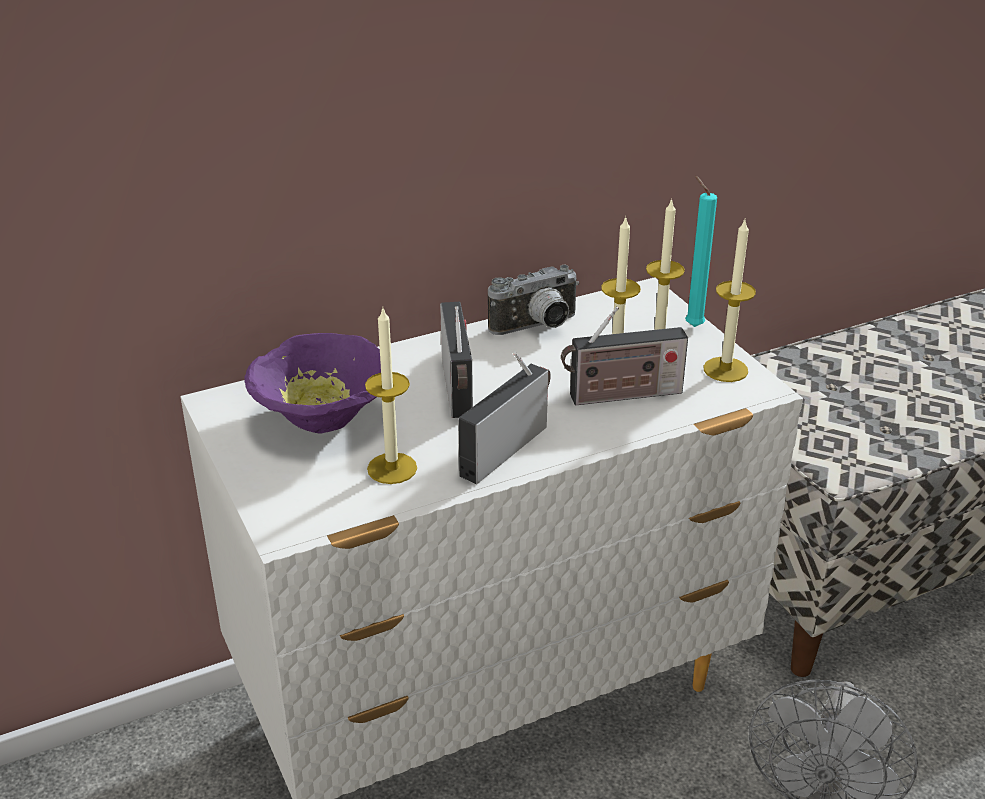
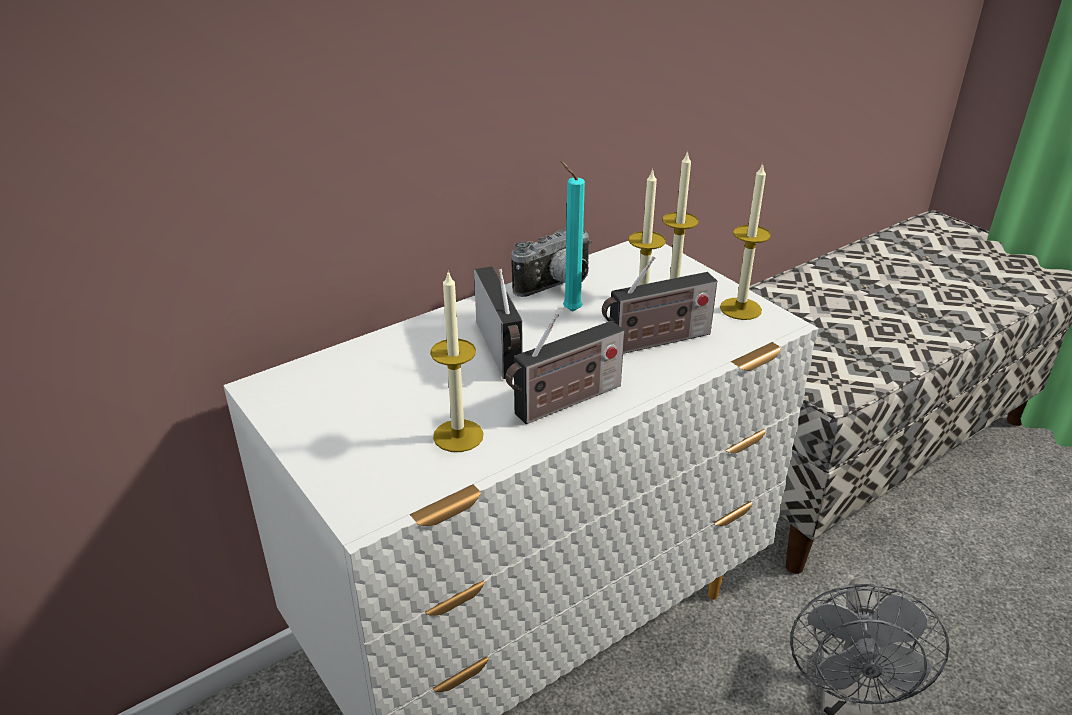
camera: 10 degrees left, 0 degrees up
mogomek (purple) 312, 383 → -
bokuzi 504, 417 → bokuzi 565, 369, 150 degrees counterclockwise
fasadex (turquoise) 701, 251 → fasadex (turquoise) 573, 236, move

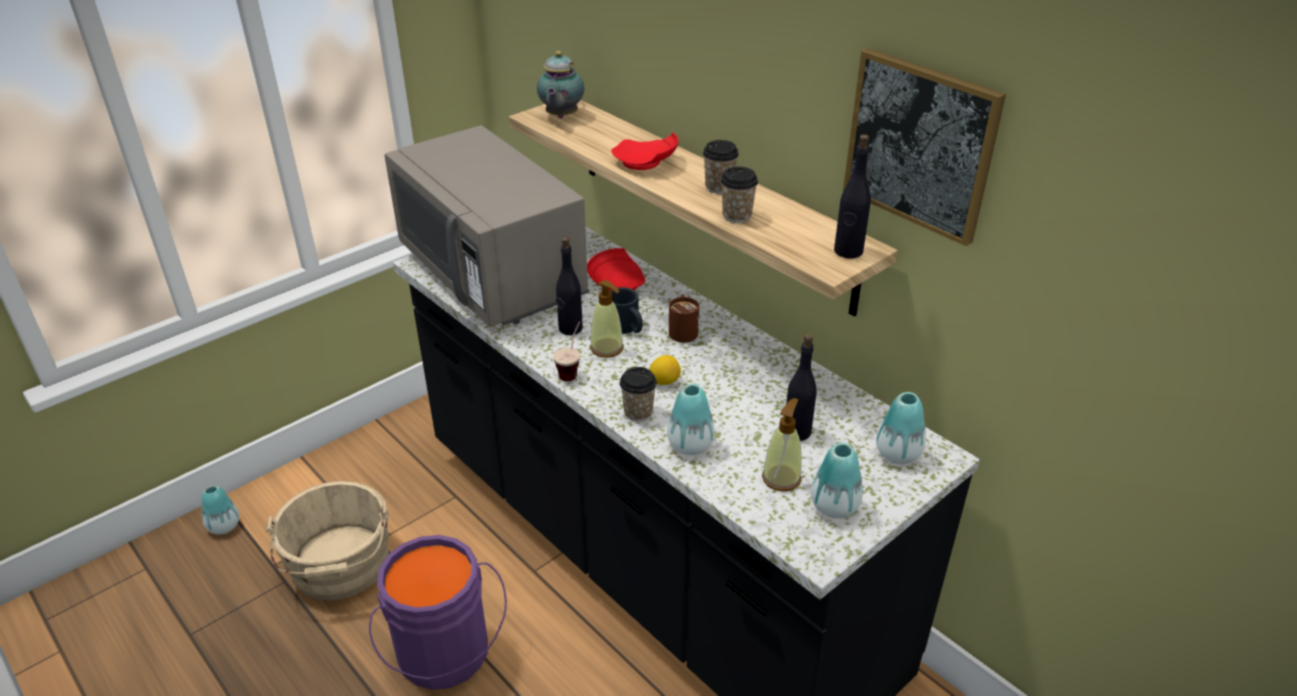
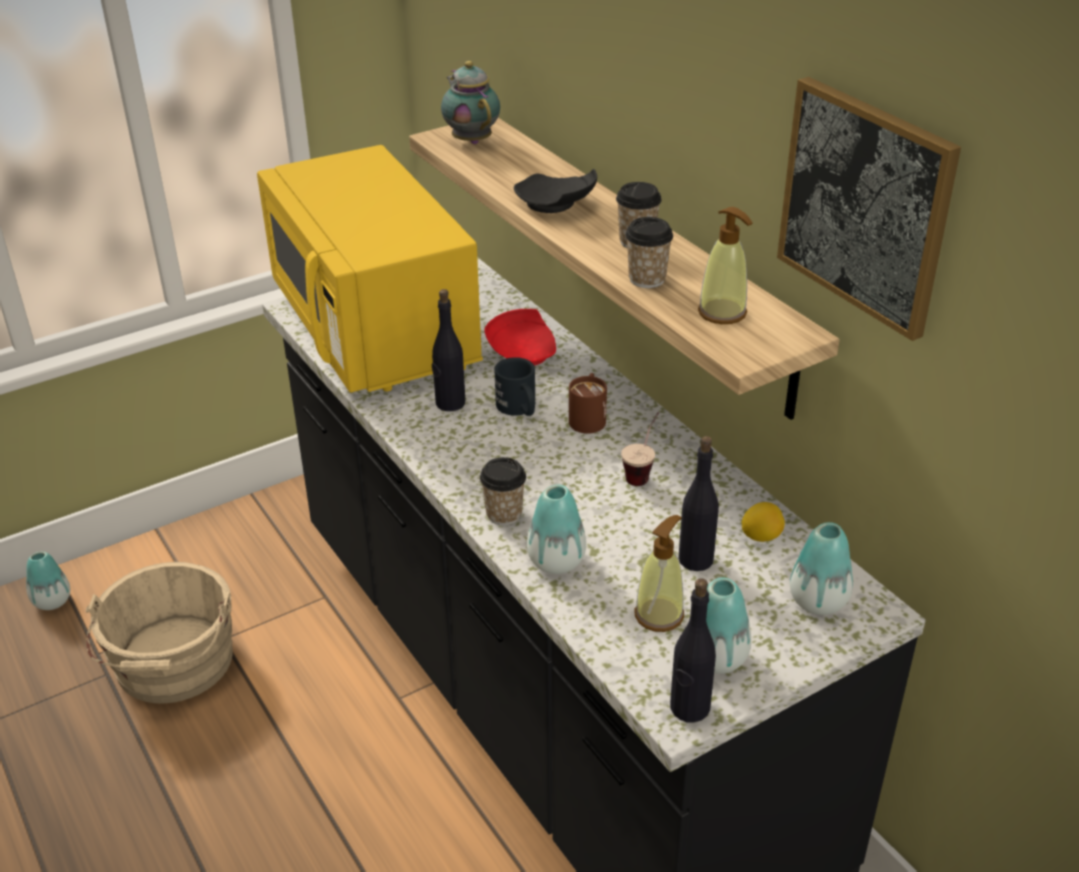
camera: 10 degrees right, 0 degrees up
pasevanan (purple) 438, 612 → -
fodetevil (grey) 487, 226 → fodetevil (yellow) 370, 269
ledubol 560, 84 → ledubol 470, 102, 135 degrees clockwise
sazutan 566, 351 → sazutan 640, 449, move
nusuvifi 607, 319 → nusuvifi 725, 265, move
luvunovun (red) 644, 151 → luvunovun (black) 555, 191
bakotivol 665, 370 → bakotivol 763, 522, move
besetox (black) 852, 196 → besetox (black) 693, 650, move

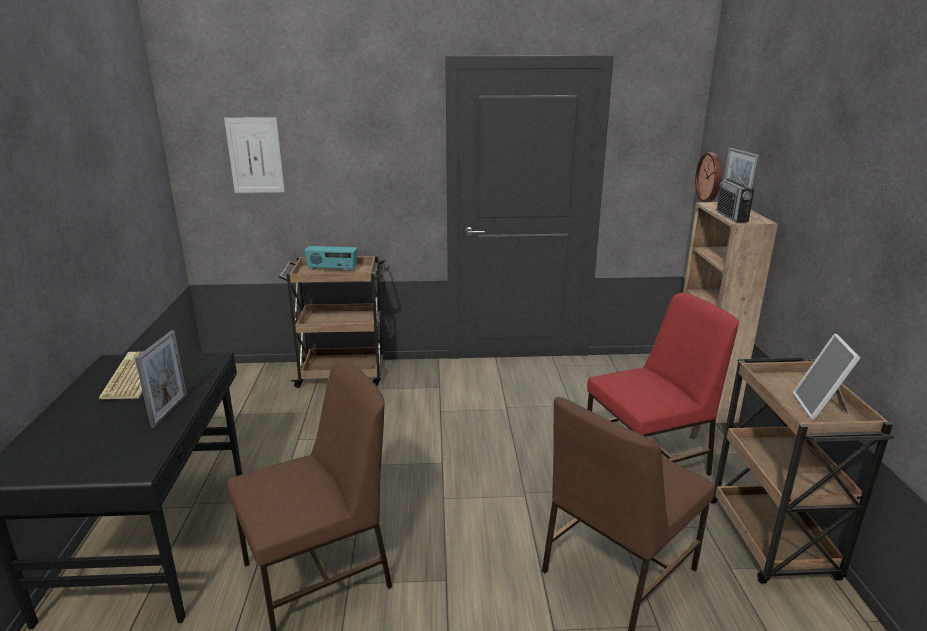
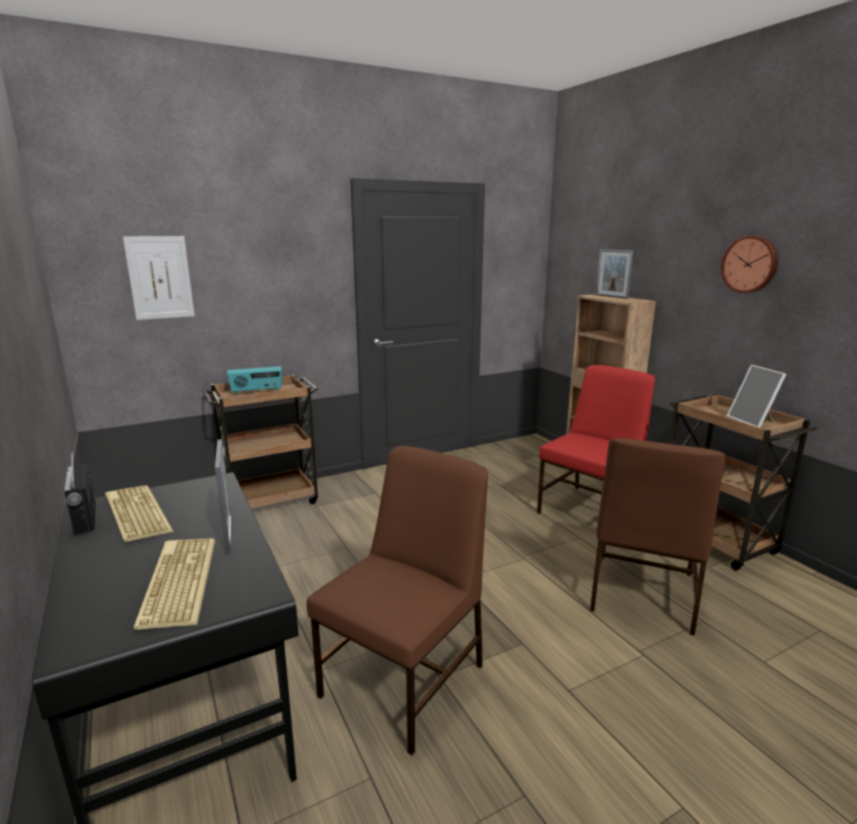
camera: 25 degrees left, 5 degrees down
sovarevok 708, 177 → sovarevok 749, 264, move
bokuzi 735, 194 → bokuzi 79, 492, move
- → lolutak 174, 584

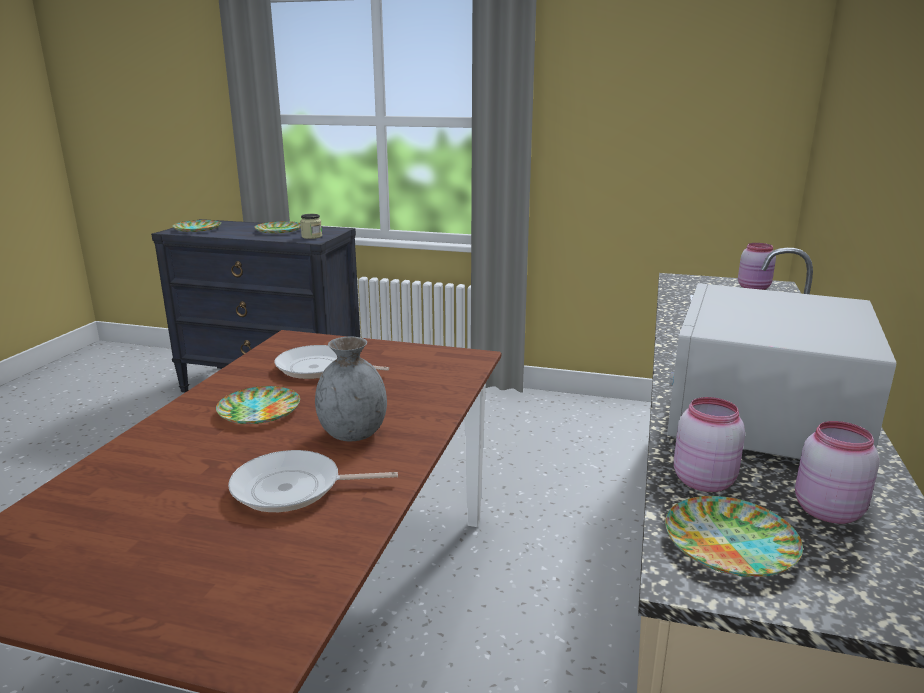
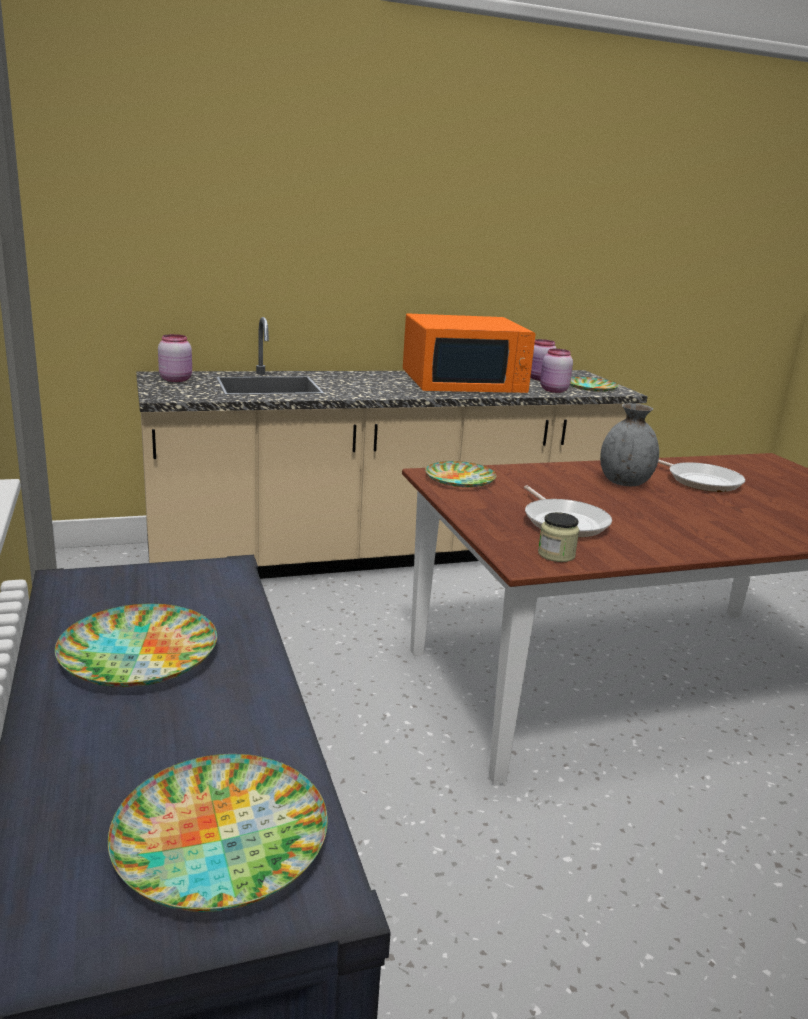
camera: 125 degrees left, 0 degrees up
luvunovun 258, 405 → luvunovun 461, 474, move
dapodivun 311, 226 → dapodivun 558, 537, move
fodetevil (white) 781, 371 → fodetevil (orange) 469, 353

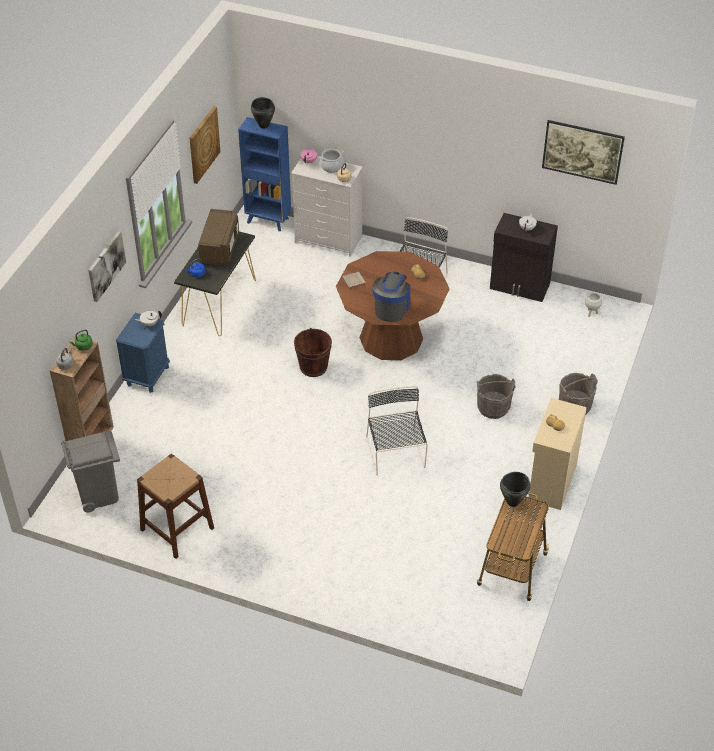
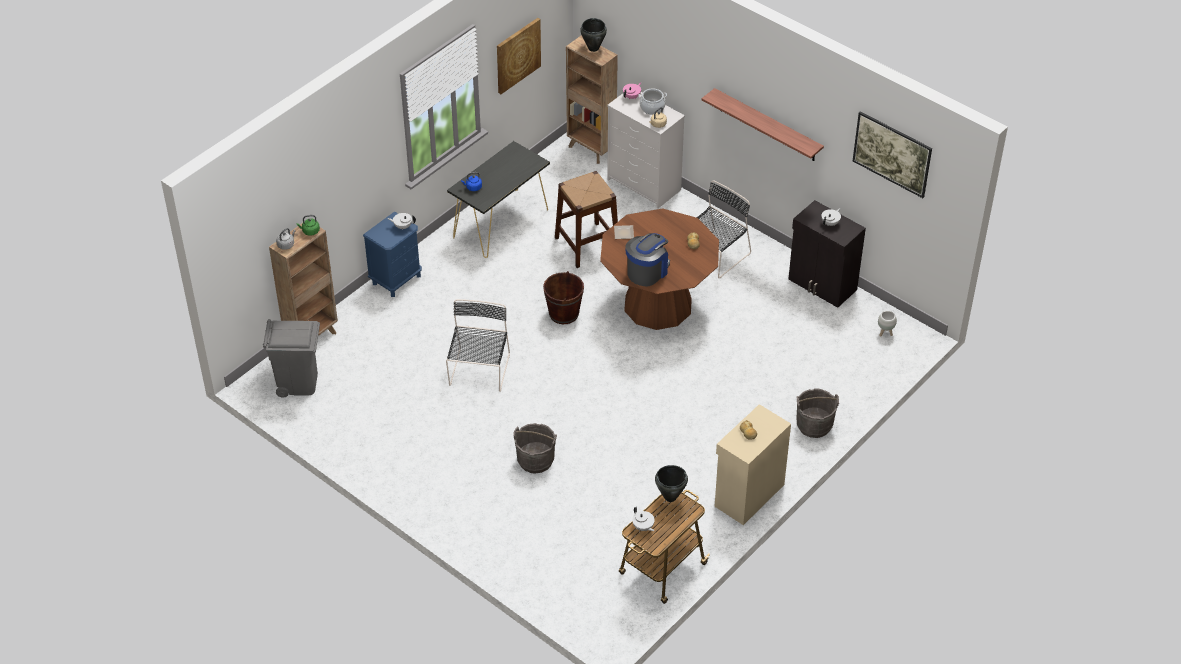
camera: 20 degrees right, 0 degrees up
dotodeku 107, 266 → -
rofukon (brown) 175, 506 → rofukon (brown) 586, 219, move
fodetevil (brown) 218, 237 → -
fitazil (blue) 264, 174 → fitazil (brown) 592, 99
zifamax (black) 397, 430 → zifamax (black) 478, 345, move
pasevanan (grey) 496, 396 → pasevanan (grey) 535, 448, move
- → ledubol (white) 643, 519
- → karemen 763, 124

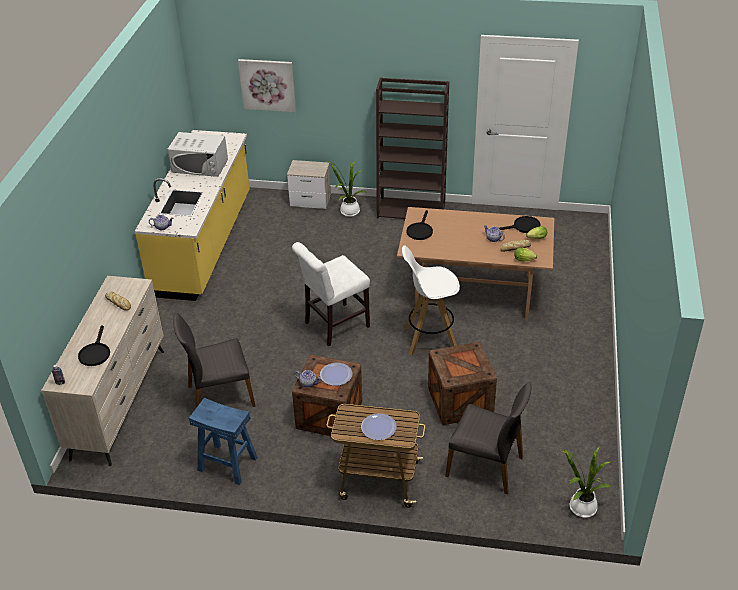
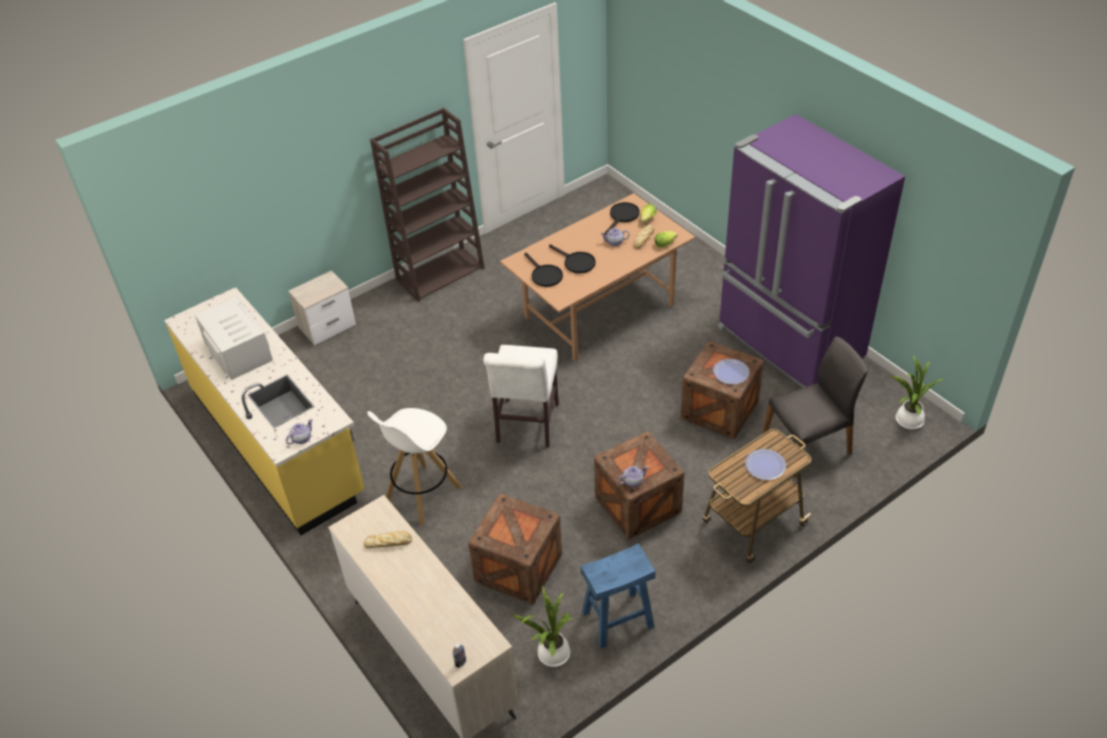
camera: 45 degrees left, 5 degrees up
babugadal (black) 94, 345 → babugadal (black) 572, 259, move
fodetevil (white) 198, 154 → fodetevil (white) 234, 338, 90 degrees counterclockwise
zifamax (grey) 214, 360 → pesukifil 515, 548
dotodeku 267, 85 → -
luvunovun 336, 374 → luvunovun 731, 371, move
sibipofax 348, 189 → sibipofax 542, 626, move
rofukon (white) 431, 300 → rofukon (white) 414, 466, move
- → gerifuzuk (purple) 811, 251

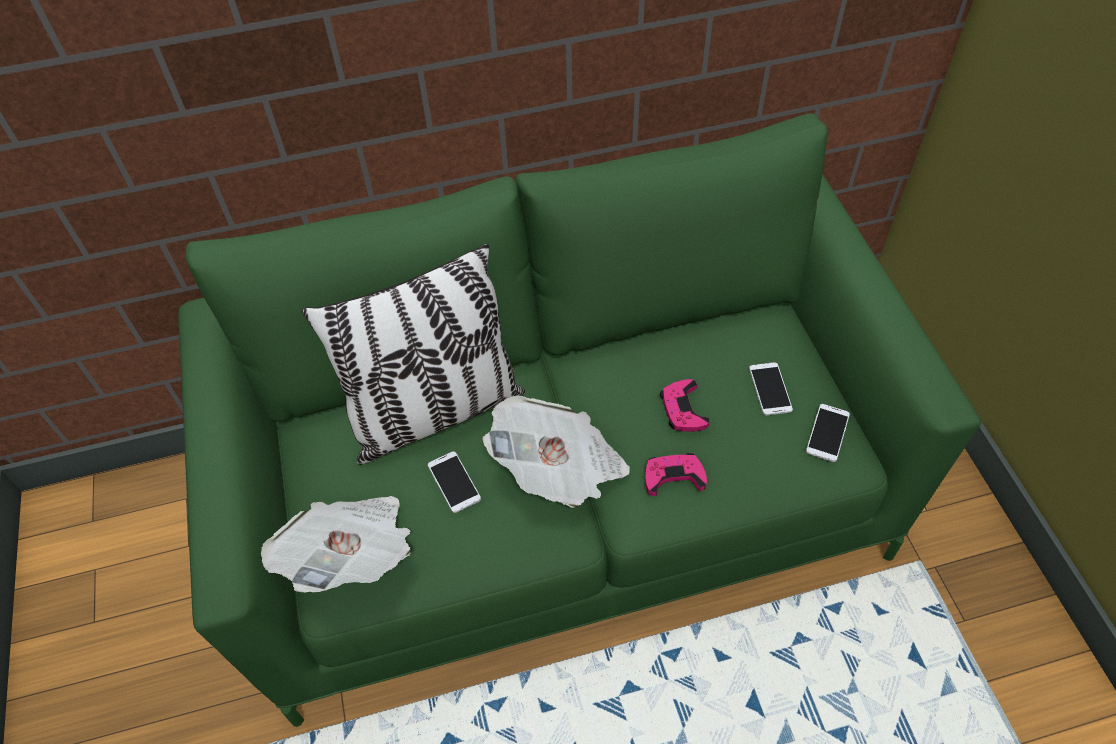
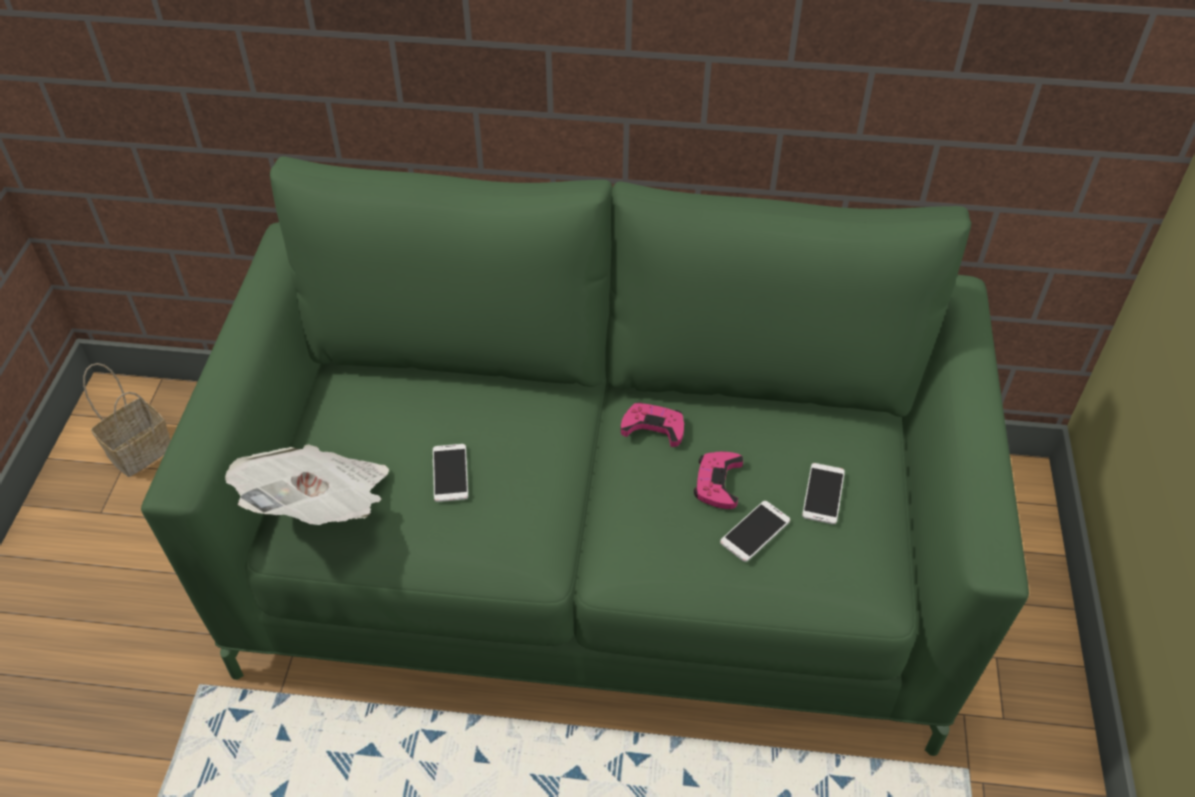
camera: 20 degrees right, 5 degrees down
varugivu 413, 354 → -
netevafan 556, 451 → -
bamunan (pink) 676, 474 → bamunan (pink) 652, 424, move
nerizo 828, 433 → nerizo 755, 531, move
- → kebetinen 127, 420

